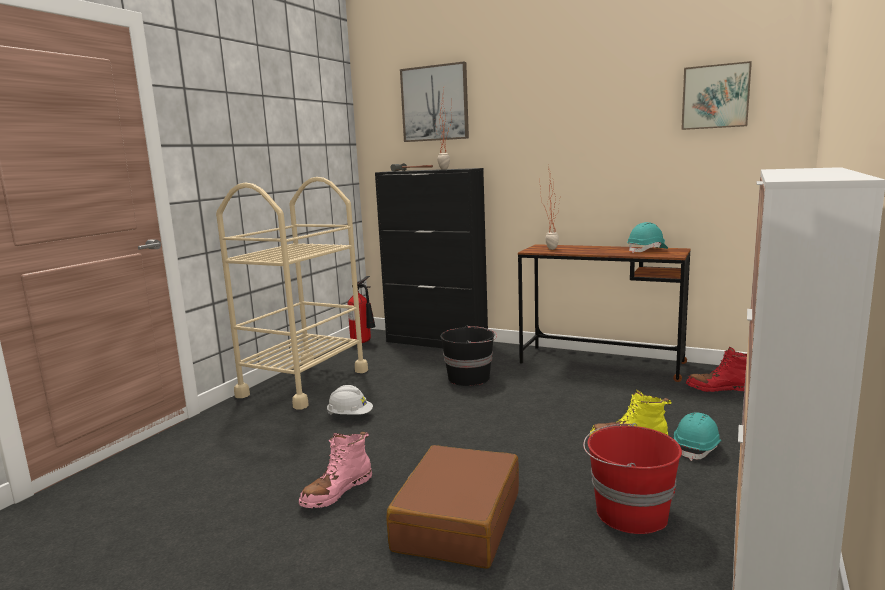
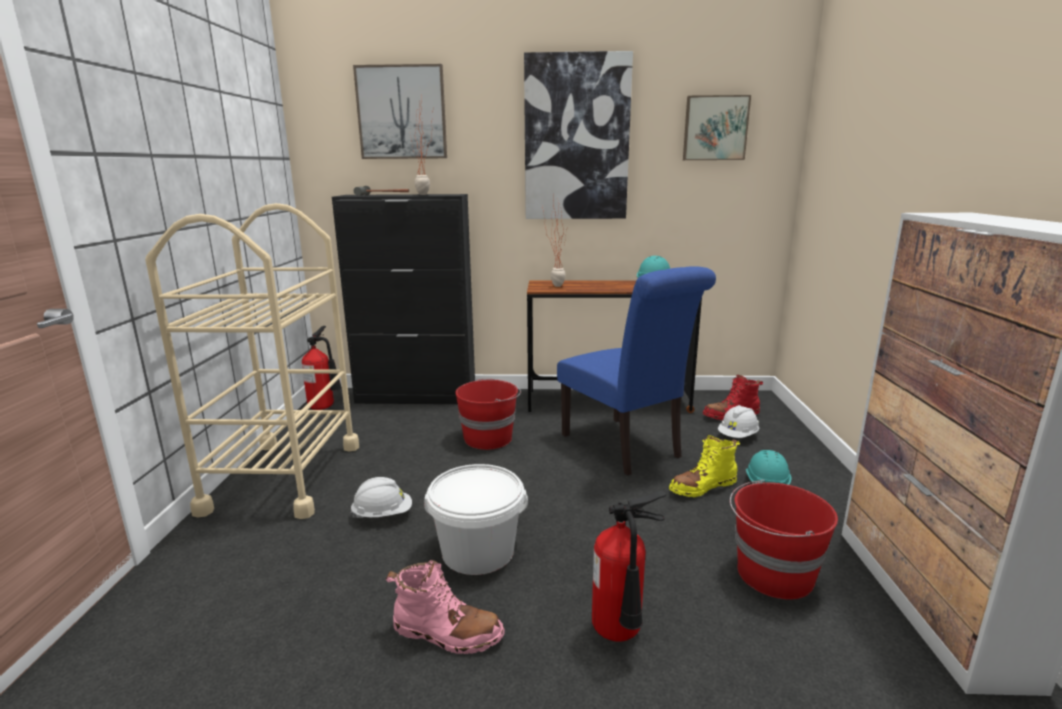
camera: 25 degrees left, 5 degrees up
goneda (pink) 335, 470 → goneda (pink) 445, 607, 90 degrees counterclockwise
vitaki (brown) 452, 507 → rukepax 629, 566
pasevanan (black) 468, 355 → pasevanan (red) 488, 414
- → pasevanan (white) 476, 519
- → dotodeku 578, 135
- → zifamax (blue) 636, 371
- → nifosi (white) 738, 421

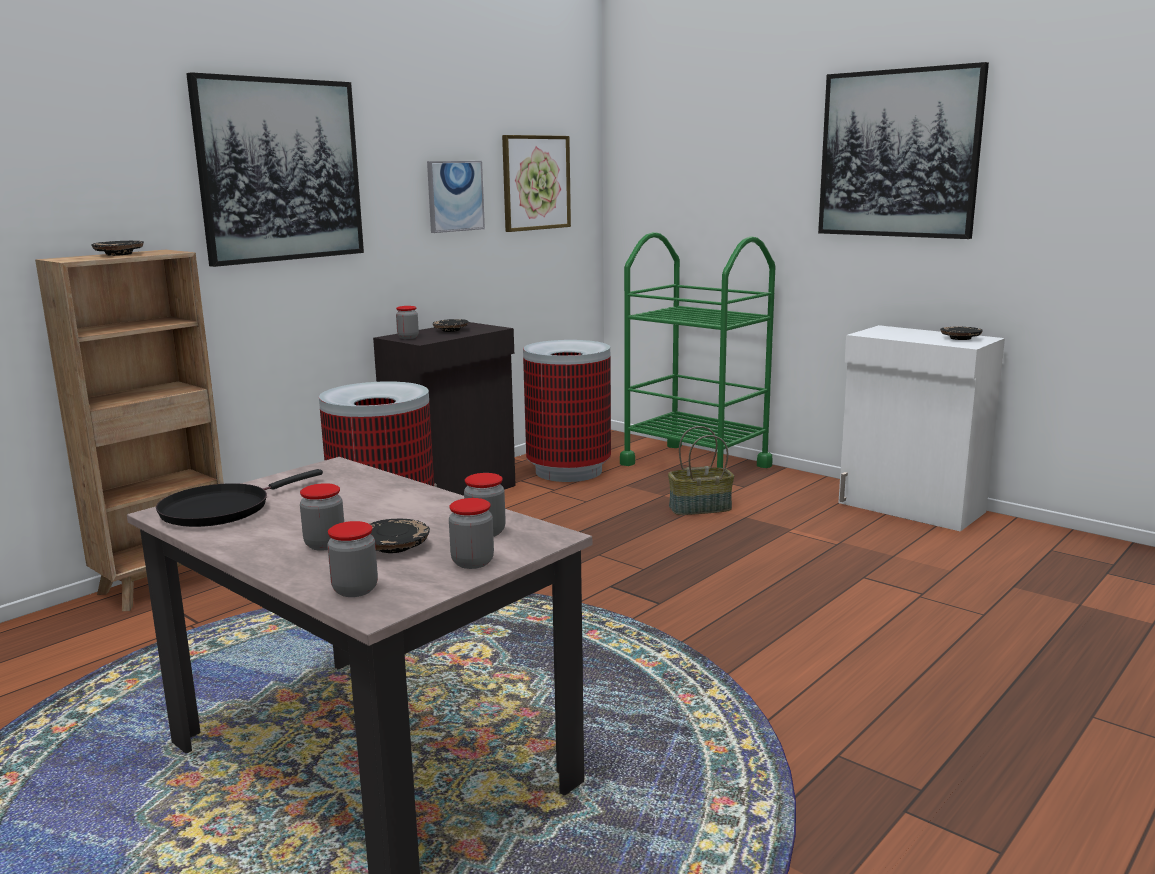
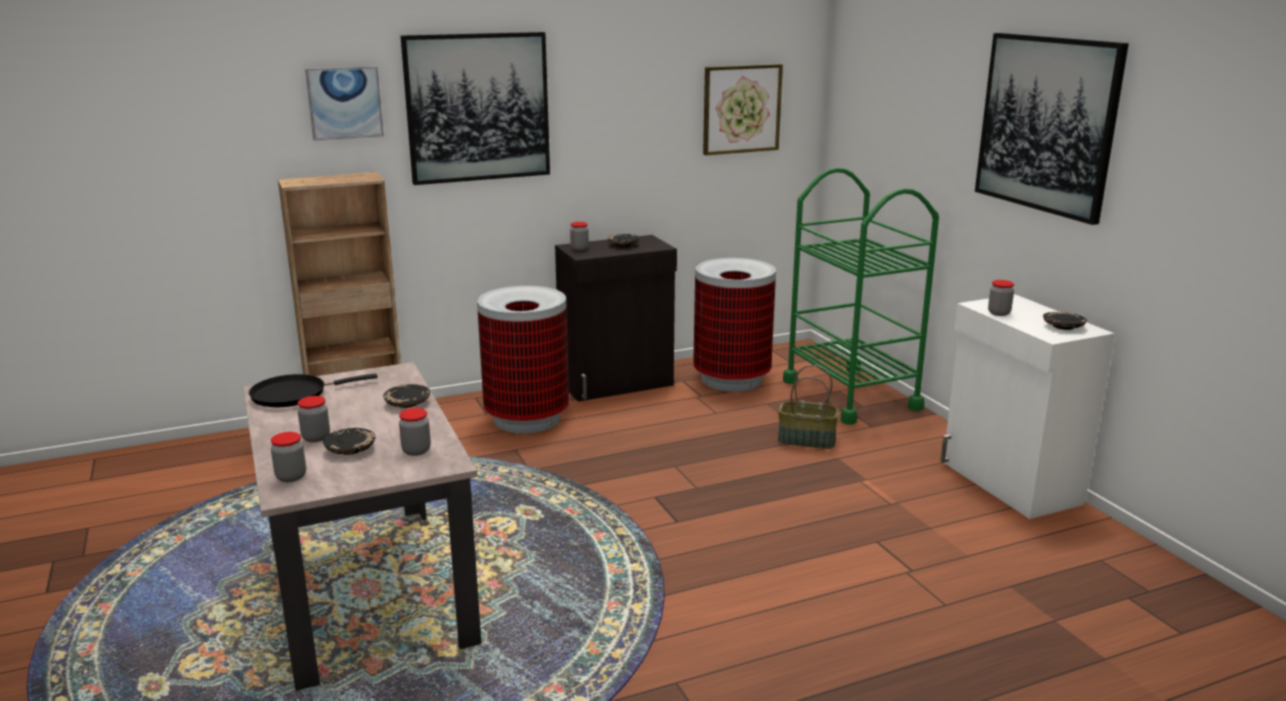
camera: 25 degrees right, 5 degrees up
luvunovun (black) 117, 248 → luvunovun (black) 406, 396, move
dotodeku 456, 197 → dotodeku 344, 103, move
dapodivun 471, 533 → dapodivun 1001, 298, move

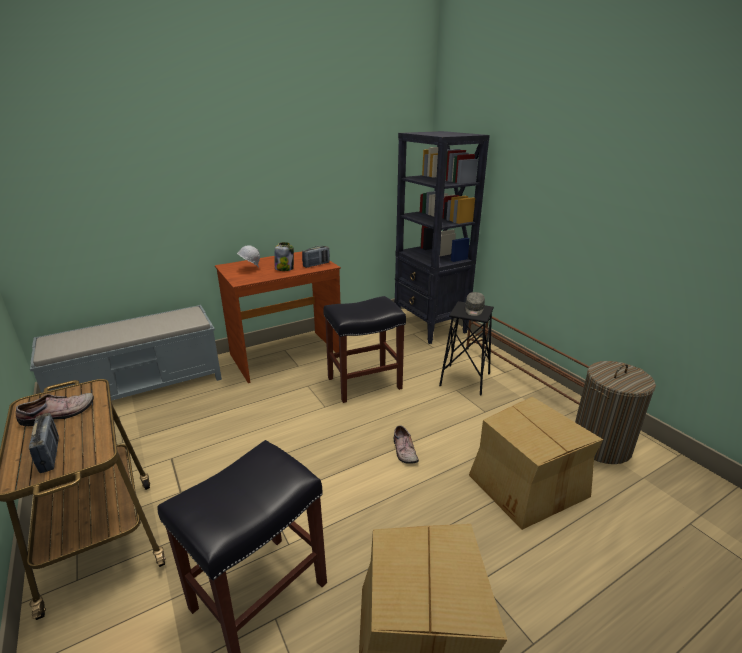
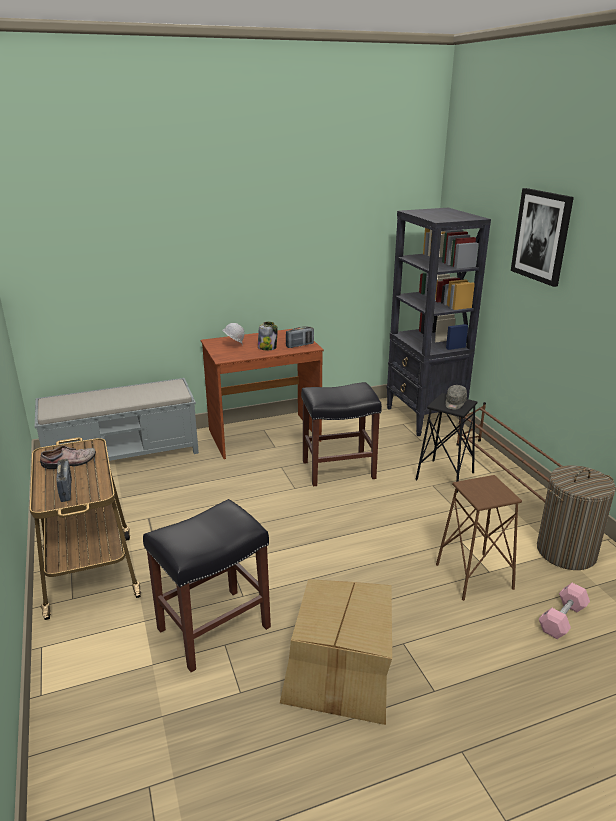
camera: 10 degrees right, 0 degrees up
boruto 406, 444 → -
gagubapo 536, 463 → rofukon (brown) 479, 538
- → dotodeku 542, 237
- → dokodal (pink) 564, 611

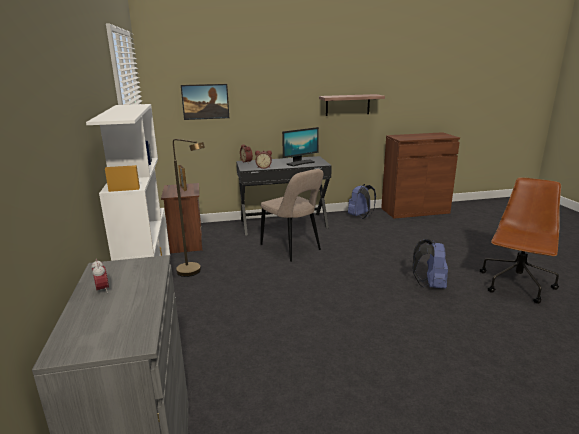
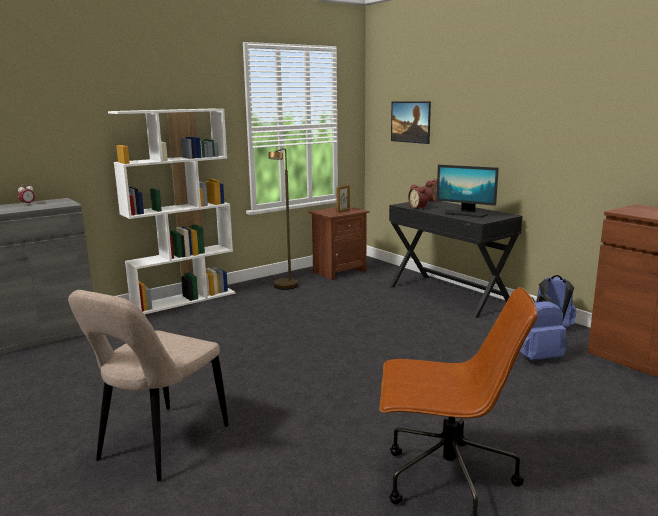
camera: 65 degrees right, 5 degrees down
zifamax (beige) 292, 215 → zifamax (beige) 148, 386, move
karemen 352, 105 → -
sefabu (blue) 430, 264 → sefabu (blue) 543, 327, move

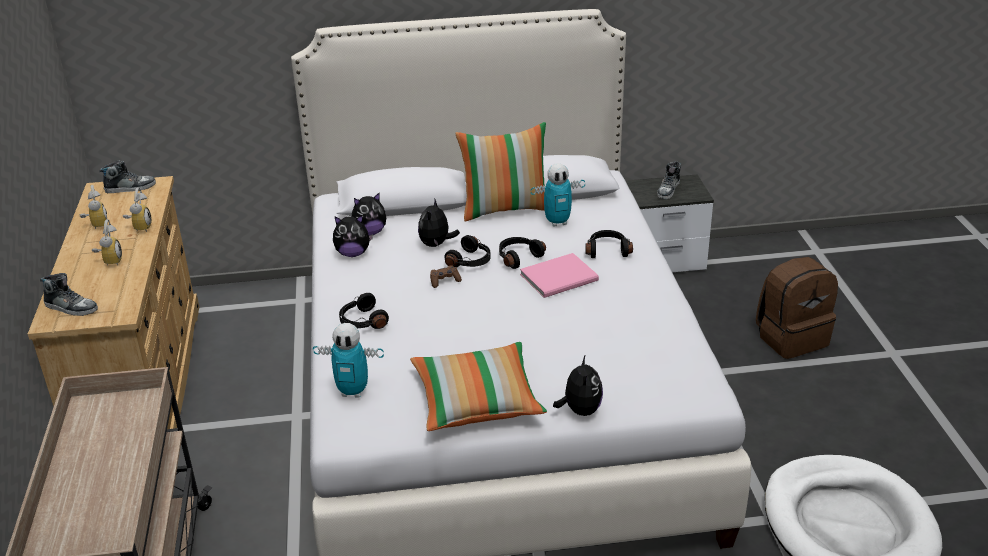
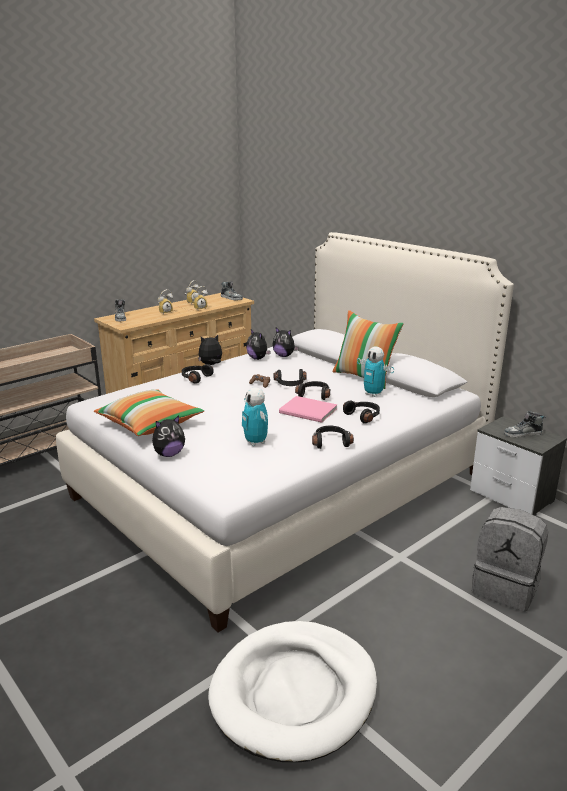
camera: 55 degrees right, 10 degrees down
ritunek 348, 360 → ritunek 255, 416, move
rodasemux 439, 223 → rodasemux 210, 350, move
sefabu (brown) 797, 308 → sefabu (grey) 510, 559
- → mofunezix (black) 333, 437

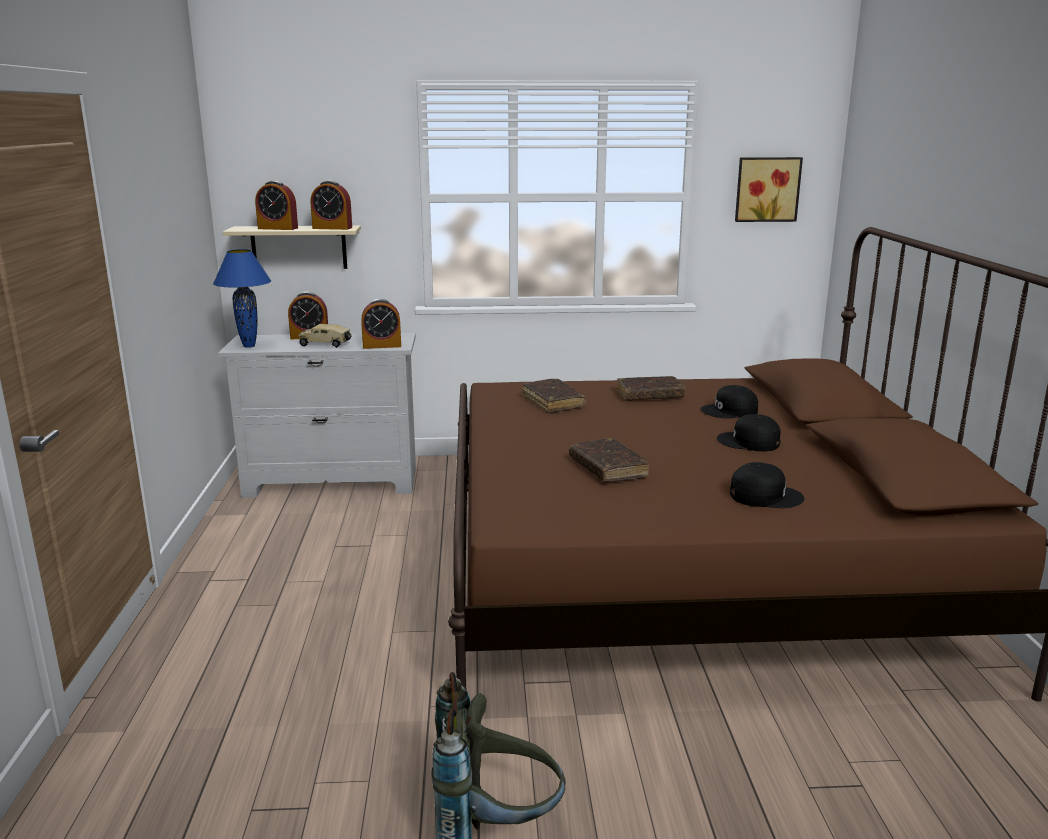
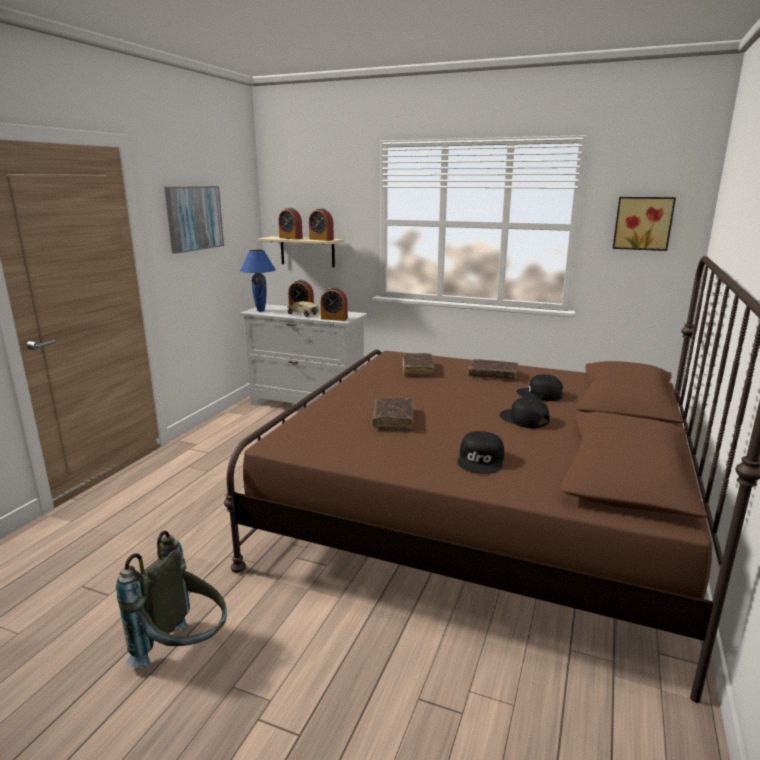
camera: 25 degrees right, 0 degrees up
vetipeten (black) 767, 485 → vetipeten (black) 480, 452, 75 degrees clockwise
- → dotodeku 194, 220

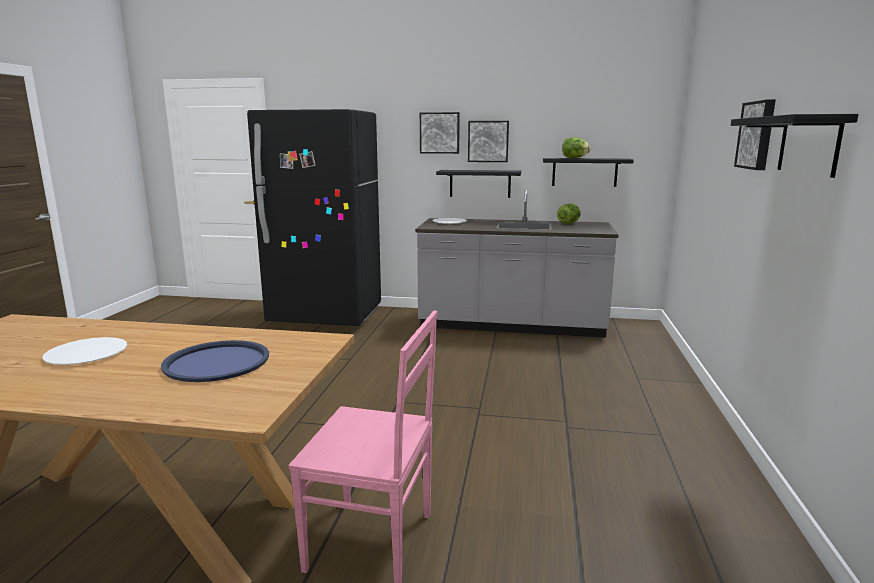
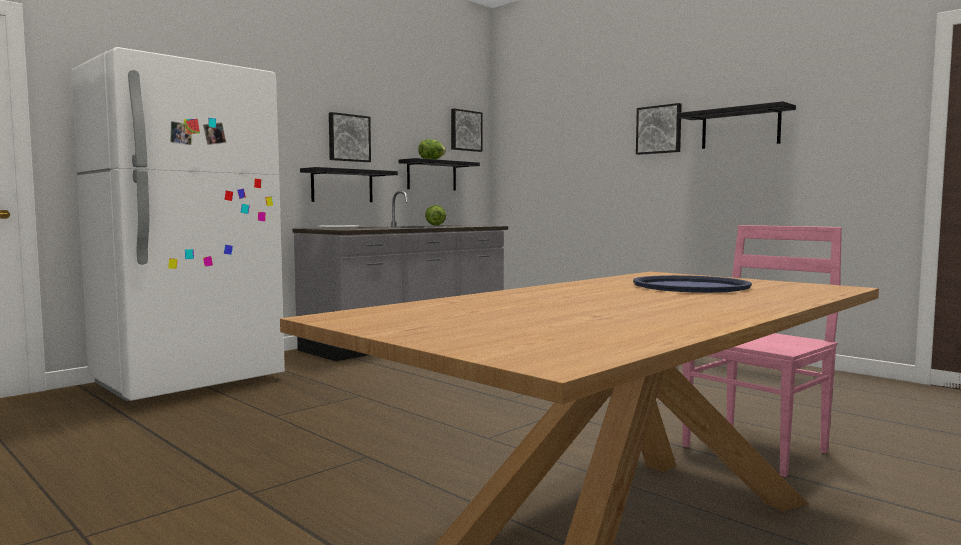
camera: 55 degrees left, 10 degrees down
luvunovun (white) 84, 351 → -
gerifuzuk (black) 314, 217 → gerifuzuk (white) 178, 224
dotodeku 440, 133 → dotodeku 467, 130, move

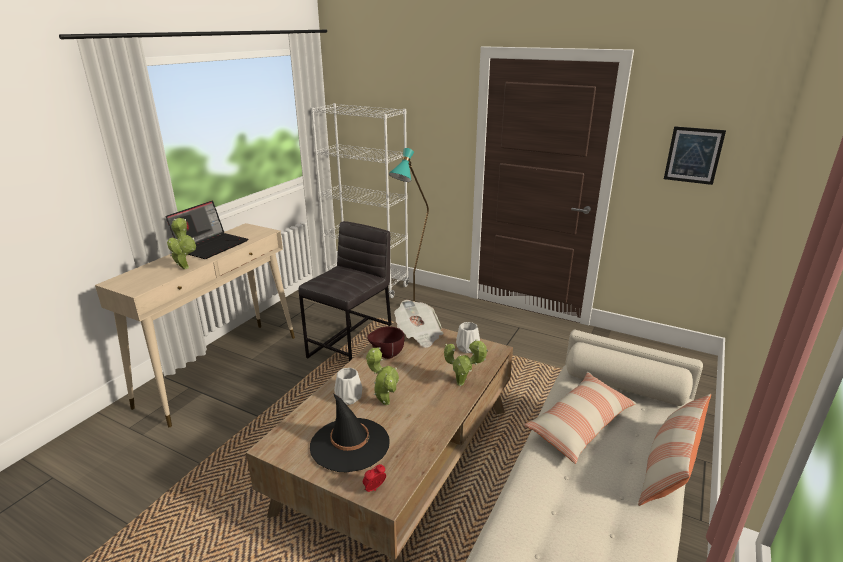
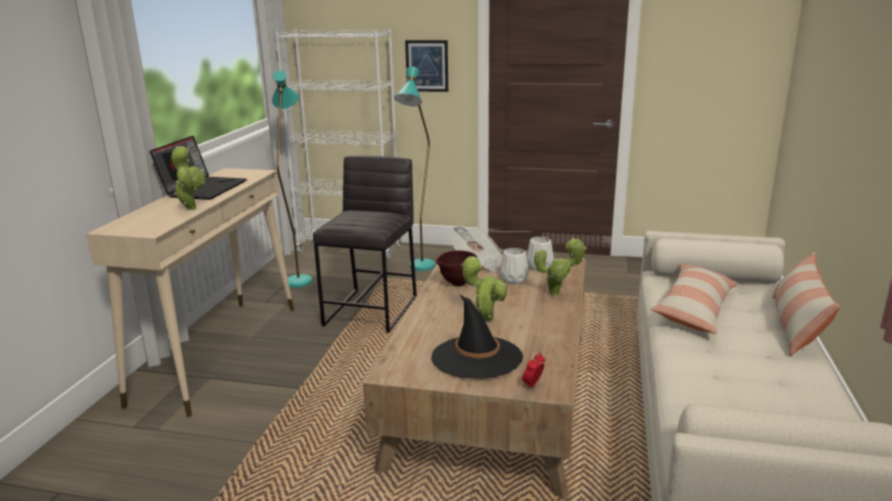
camera: 15 degrees left, 5 degrees down
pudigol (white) 348, 386 → pudigol (white) 514, 266, move
dotodeku 695, 155 → dotodeku 426, 66, move
- → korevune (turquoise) 292, 179

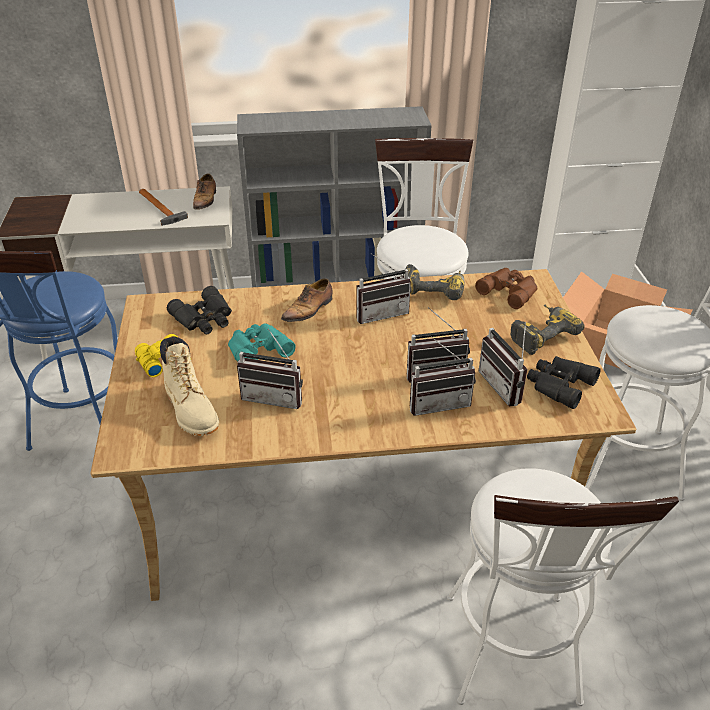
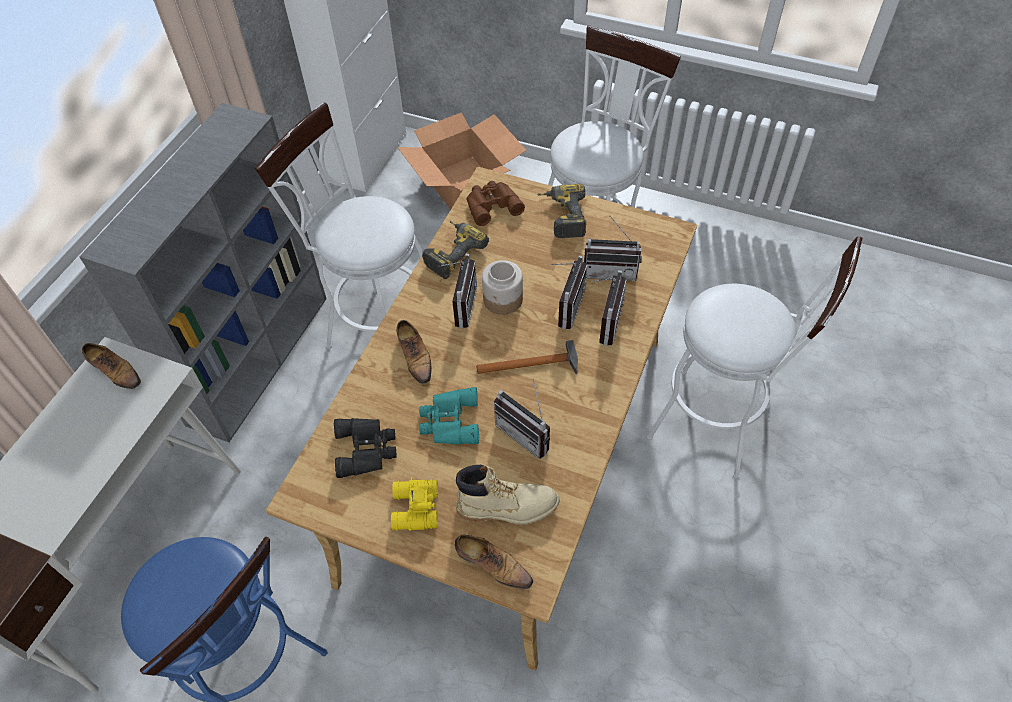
camera: 60 degrees left, 15 degrees up
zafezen 163, 207 → zafezen 527, 357, move
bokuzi 270, 369 → bokuzi 522, 418, 90 degrees clockwise
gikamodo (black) 564, 382 → -
- → boruto 494, 562
- → dapodivun 502, 287

